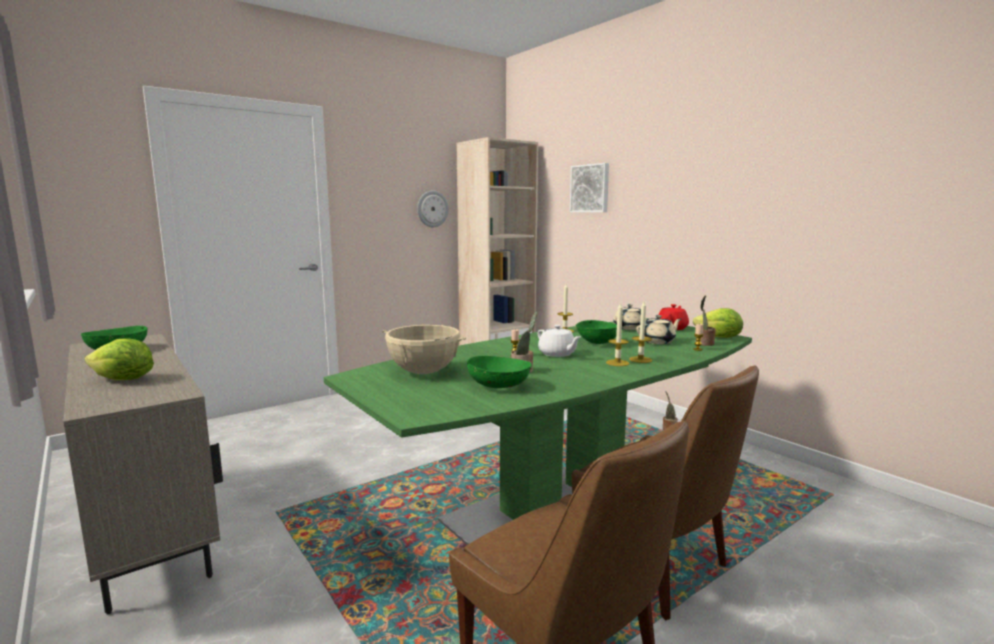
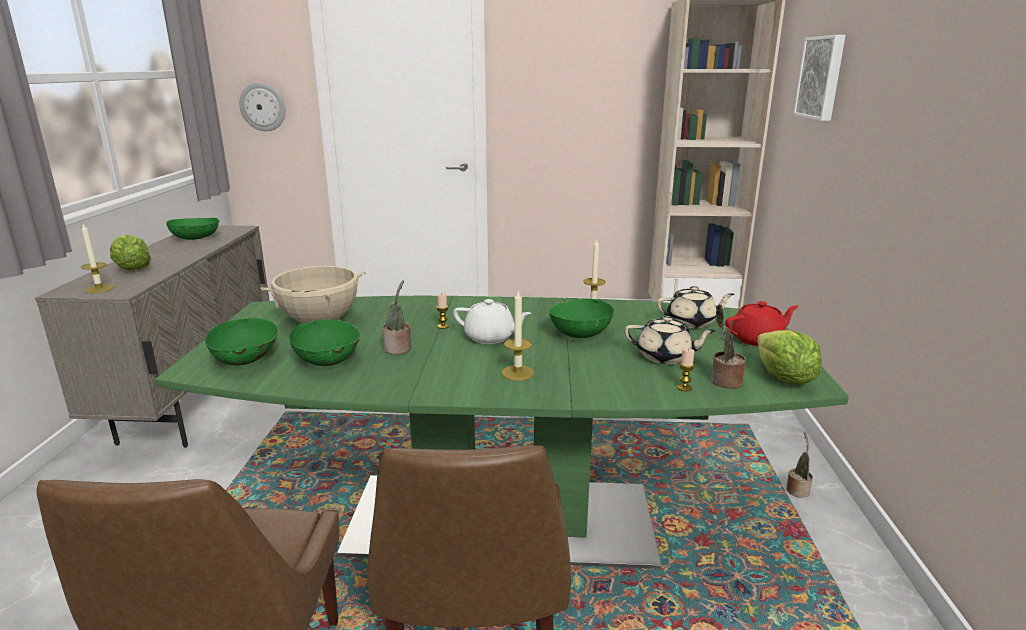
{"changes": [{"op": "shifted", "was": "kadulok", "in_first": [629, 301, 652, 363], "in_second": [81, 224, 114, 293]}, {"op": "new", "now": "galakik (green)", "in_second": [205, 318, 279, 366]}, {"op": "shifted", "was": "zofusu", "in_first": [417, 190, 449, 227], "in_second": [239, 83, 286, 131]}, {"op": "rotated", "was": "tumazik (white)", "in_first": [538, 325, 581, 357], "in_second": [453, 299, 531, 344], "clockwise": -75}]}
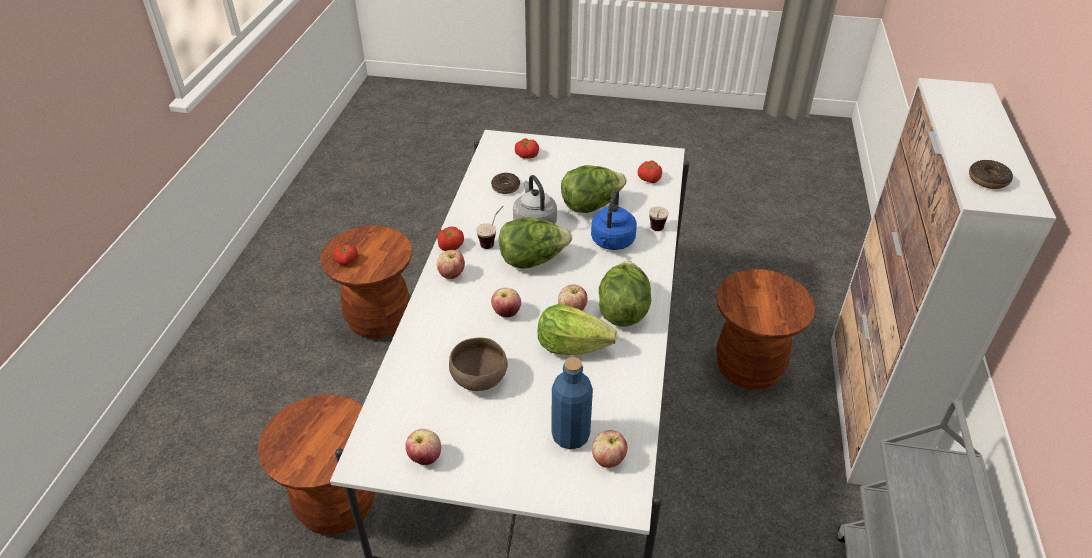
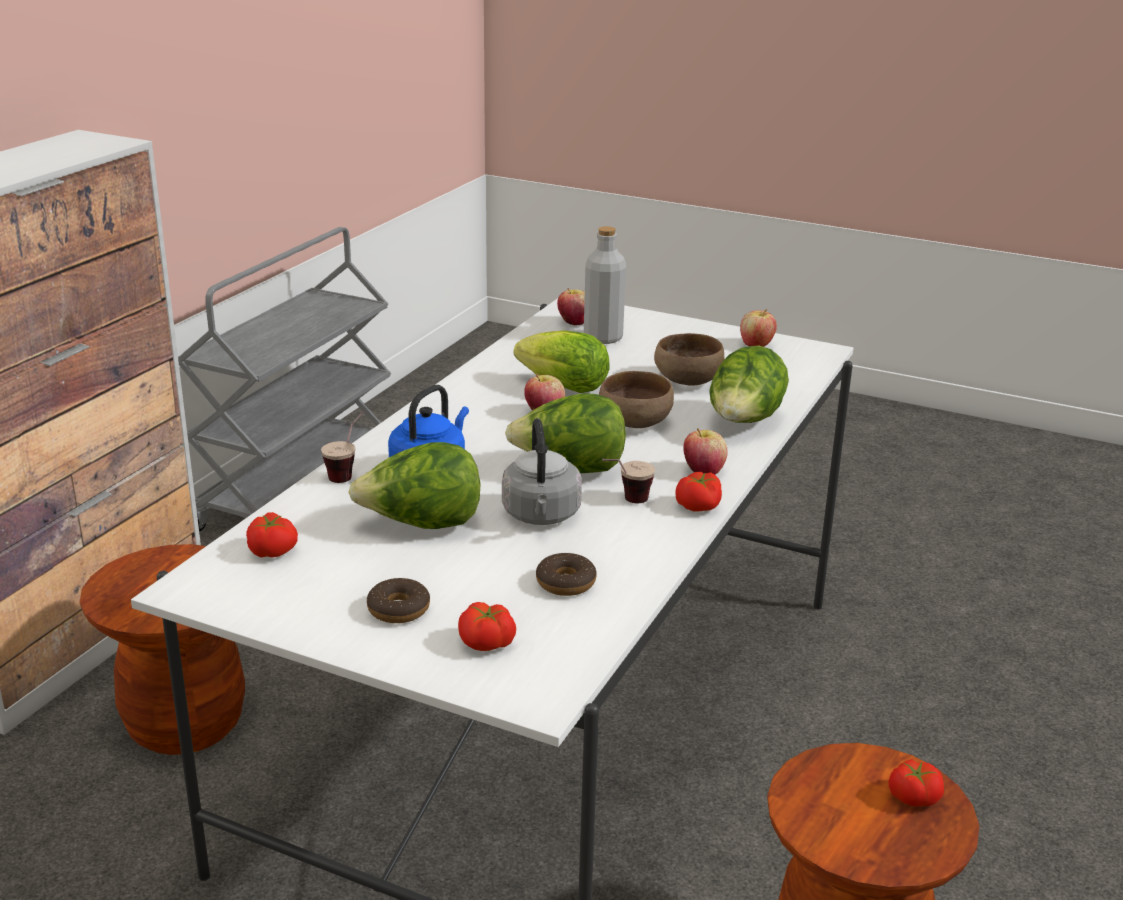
{"changes": [{"op": "shifted", "was": "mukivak", "in_first": [969, 160, 1013, 189], "in_second": [367, 578, 430, 623]}, {"op": "repainted", "was": "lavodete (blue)", "now": "lavodete (grey)", "in_first": [551, 357, 593, 449], "in_second": [584, 226, 626, 344]}, {"op": "swapped", "was": "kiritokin", "now": "galakik (brown)", "in_first": [491, 288, 521, 317], "in_second": [599, 371, 674, 428]}, {"op": "shifted", "was": "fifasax", "in_first": [599, 261, 651, 327], "in_second": [709, 346, 789, 423]}, {"op": "gone", "was": "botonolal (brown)", "in_first": [258, 395, 375, 535]}]}
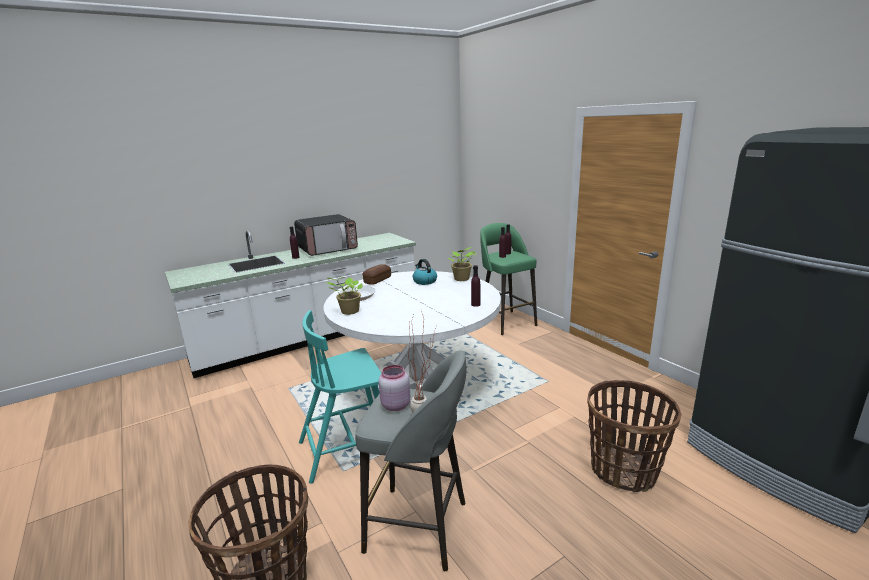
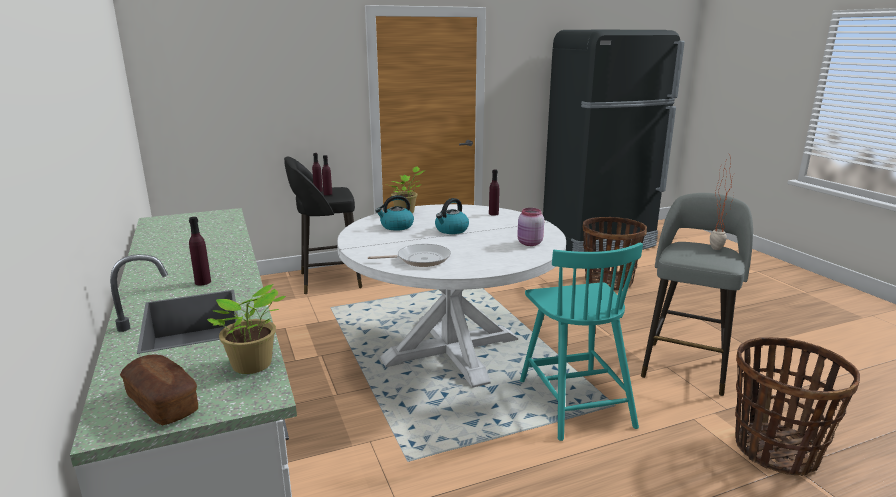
{"changes": [{"op": "shifted", "was": "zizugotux", "in_first": [362, 264, 391, 285], "in_second": [120, 355, 198, 425]}, {"op": "shifted", "was": "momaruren", "in_first": [326, 277, 363, 315], "in_second": [207, 284, 286, 374]}, {"op": "repainted", "was": "botonolal (green)", "now": "botonolal (black)", "in_first": [480, 223, 537, 335], "in_second": [284, 156, 362, 294]}, {"op": "new", "now": "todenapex", "in_second": [435, 198, 469, 234]}, {"op": "shifted", "was": "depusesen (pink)", "in_first": [379, 365, 410, 411], "in_second": [517, 208, 544, 246]}, {"op": "gone", "was": "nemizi", "in_first": [294, 214, 358, 256]}]}
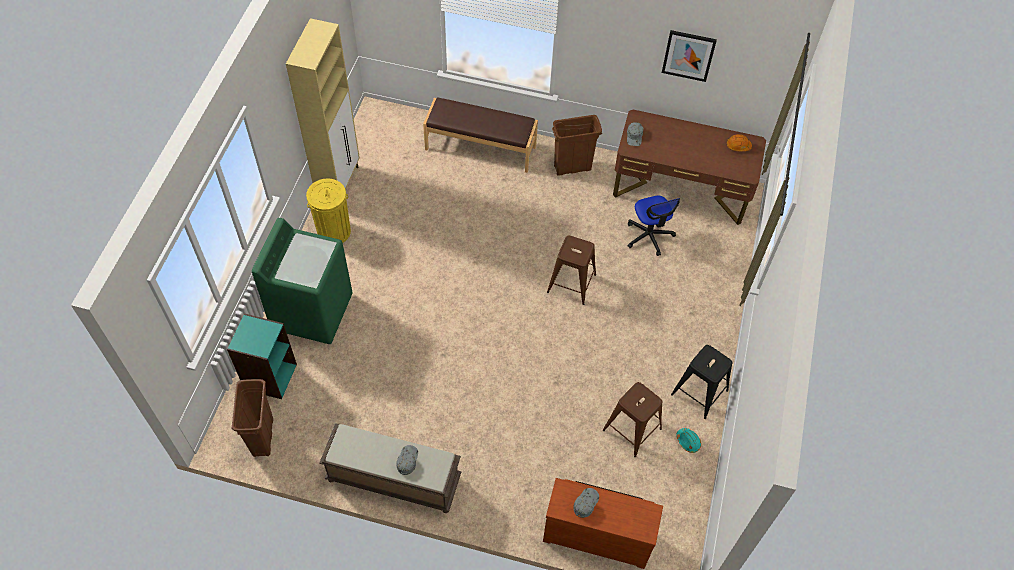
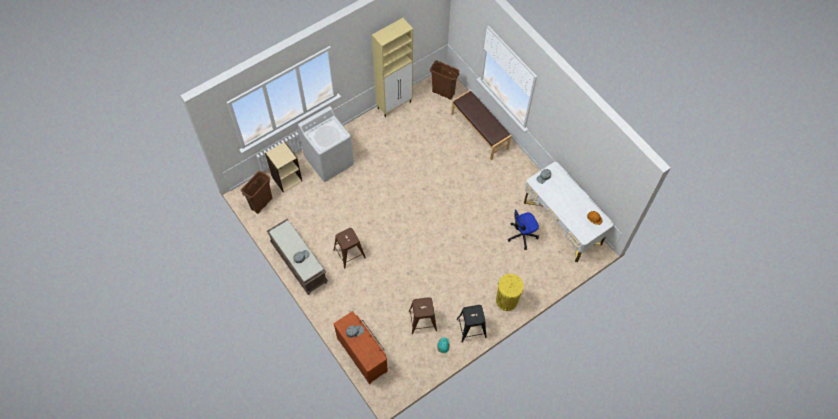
{"changes": [{"op": "repainted", "was": "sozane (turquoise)", "now": "sozane (beige)", "in_first": [227, 314, 297, 399], "in_second": [265, 142, 302, 192]}, {"op": "repainted", "was": "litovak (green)", "now": "litovak (white)", "in_first": [252, 218, 352, 344], "in_second": [298, 106, 354, 182]}, {"op": "shifted", "was": "botonolal (brown)", "in_first": [547, 236, 596, 305], "in_second": [334, 228, 366, 269]}, {"op": "shifted", "was": "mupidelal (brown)", "in_first": [552, 115, 602, 176], "in_second": [430, 60, 460, 100]}, {"op": "shifted", "was": "mupidelal (yellow)", "in_first": [306, 179, 351, 243], "in_second": [496, 274, 524, 311]}, {"op": "rotated", "was": "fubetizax", "in_first": [627, 196, 680, 256], "in_second": [508, 210, 539, 250], "clockwise": 45}, {"op": "repainted", "was": "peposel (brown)", "now": "peposel (white)", "in_first": [613, 109, 766, 225], "in_second": [524, 162, 614, 262]}, {"op": "gone", "was": "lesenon", "in_first": [662, 30, 717, 82]}]}
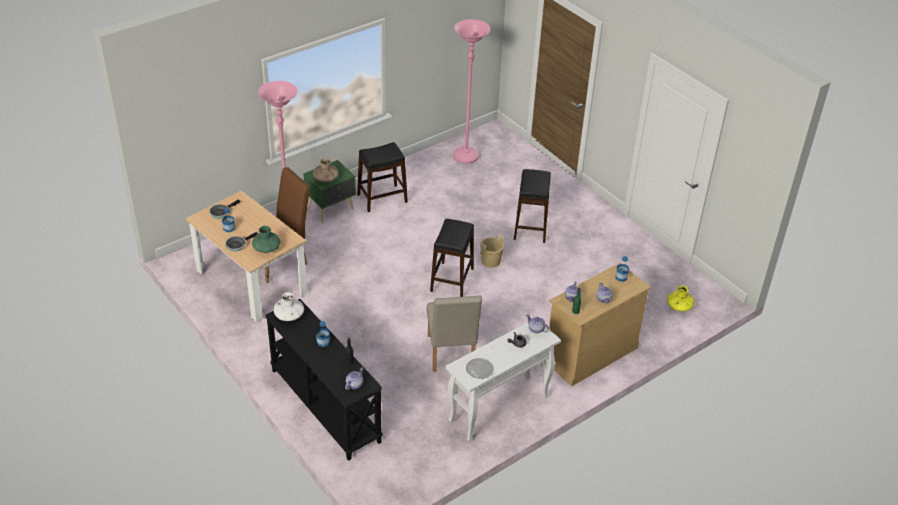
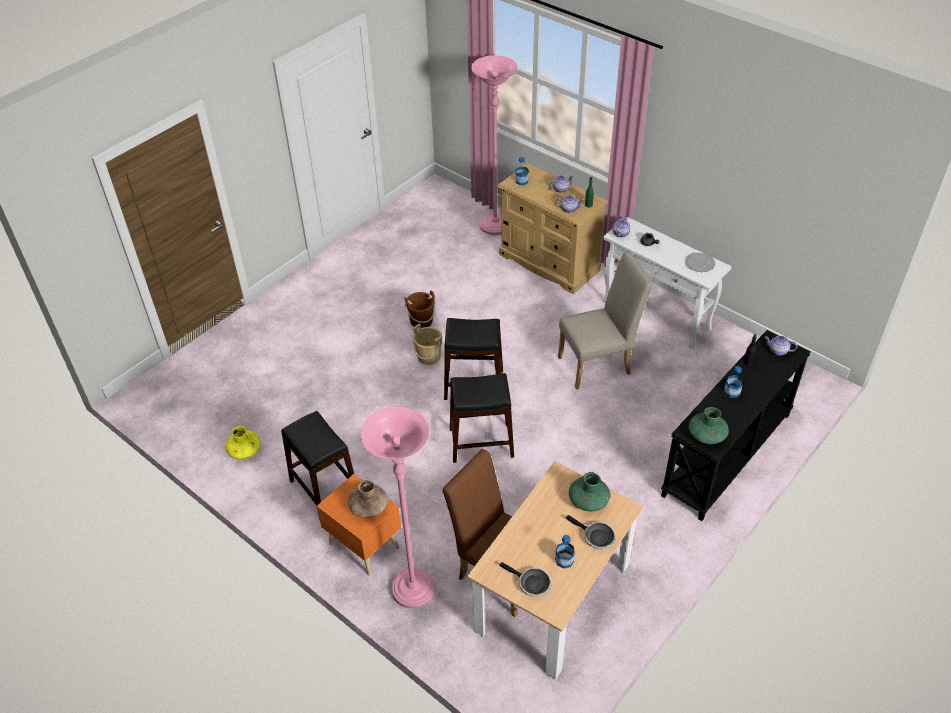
{"changes": [{"op": "shifted", "was": "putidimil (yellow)", "in_first": [667, 286, 694, 311], "in_second": [225, 426, 261, 459]}, {"op": "repainted", "was": "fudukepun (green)", "now": "fudukepun (orange)", "in_first": [303, 160, 356, 223], "in_second": [317, 474, 401, 576]}, {"op": "new", "now": "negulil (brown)", "in_second": [405, 290, 436, 328]}, {"op": "shifted", "was": "botonolal (black)", "in_first": [514, 169, 551, 243], "in_second": [450, 373, 514, 463]}, {"op": "shifted", "was": "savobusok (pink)", "in_first": [453, 19, 490, 164], "in_second": [471, 55, 518, 235]}, {"op": "repainted", "was": "putidimil (white)", "now": "putidimil (green)", "in_first": [274, 292, 304, 321], "in_second": [688, 407, 729, 444]}]}
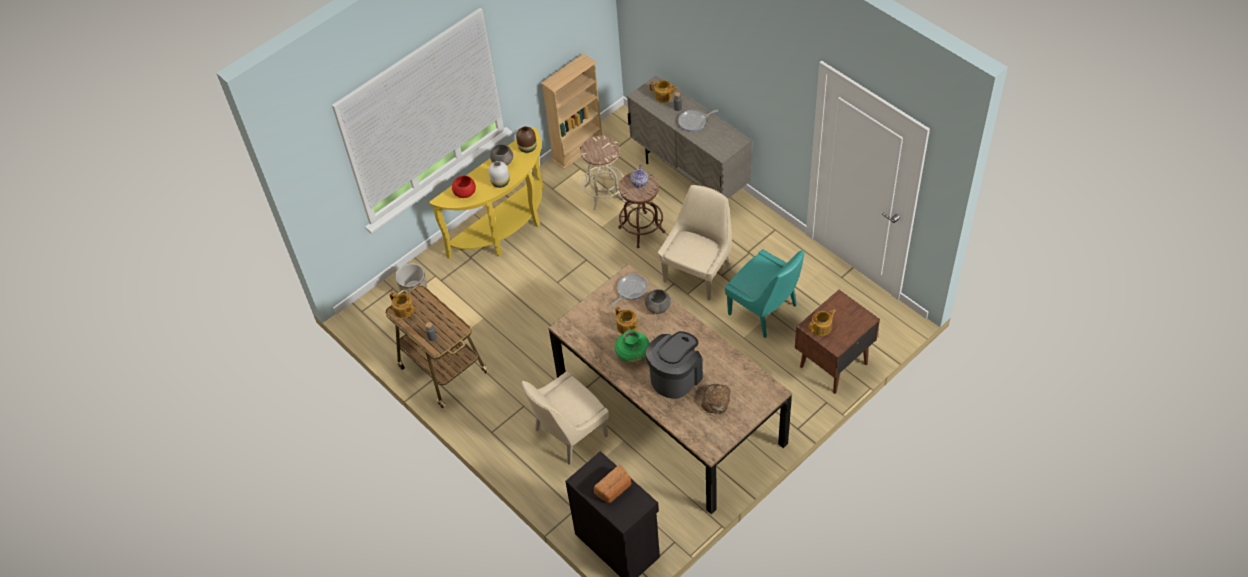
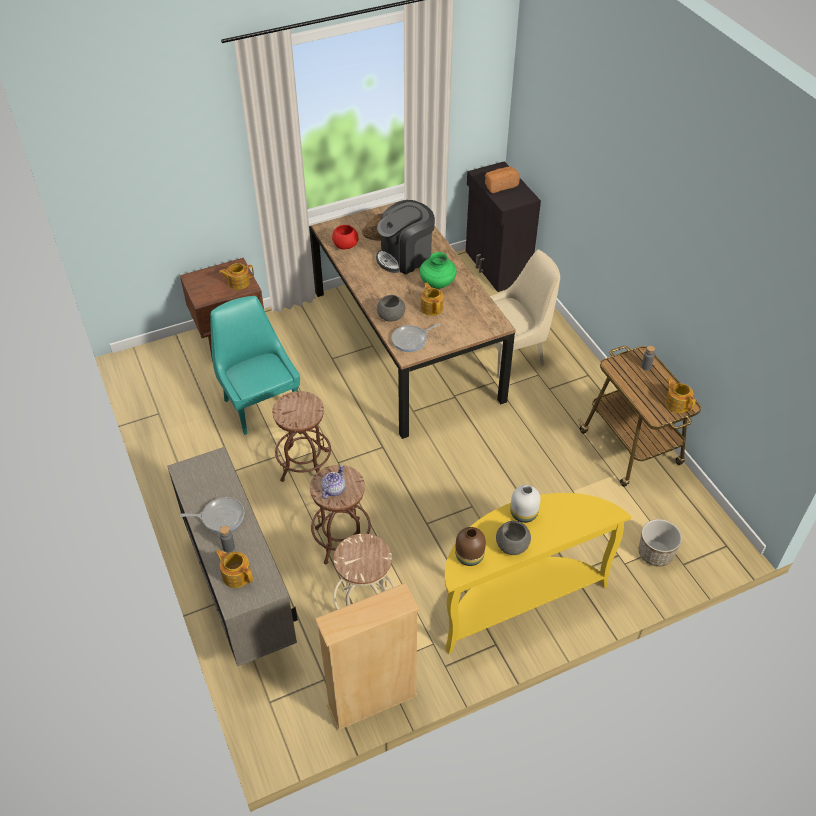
{"changes": [{"op": "swapped", "was": "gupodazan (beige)", "now": "botonolal (brown)", "in_first": [658, 185, 732, 301], "in_second": [272, 391, 331, 482]}, {"op": "shifted", "was": "galakik (red)", "in_first": [452, 176, 476, 198], "in_second": [332, 225, 359, 249]}]}
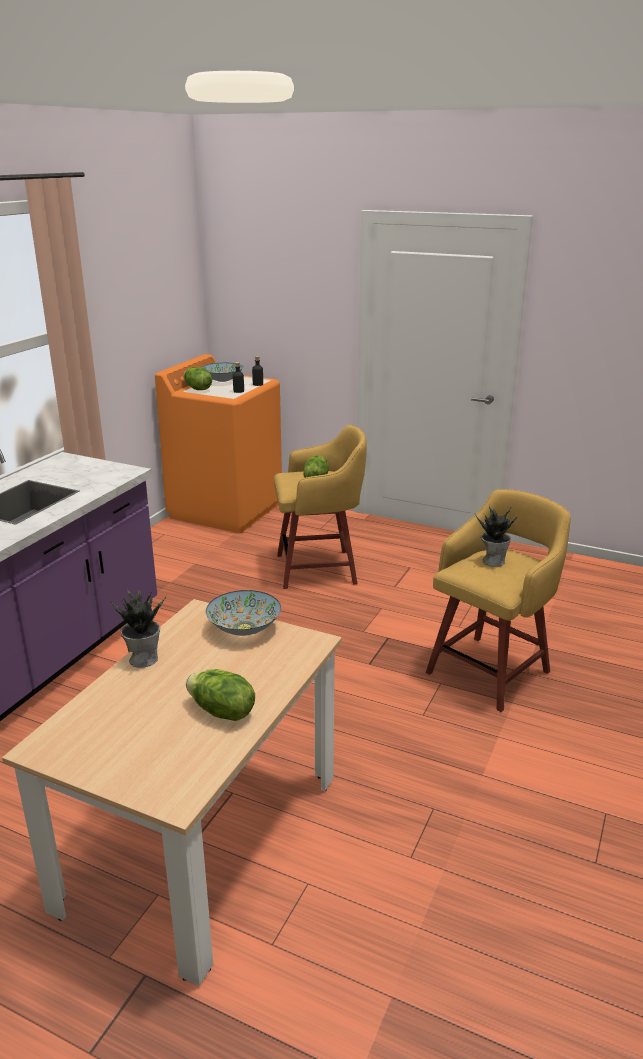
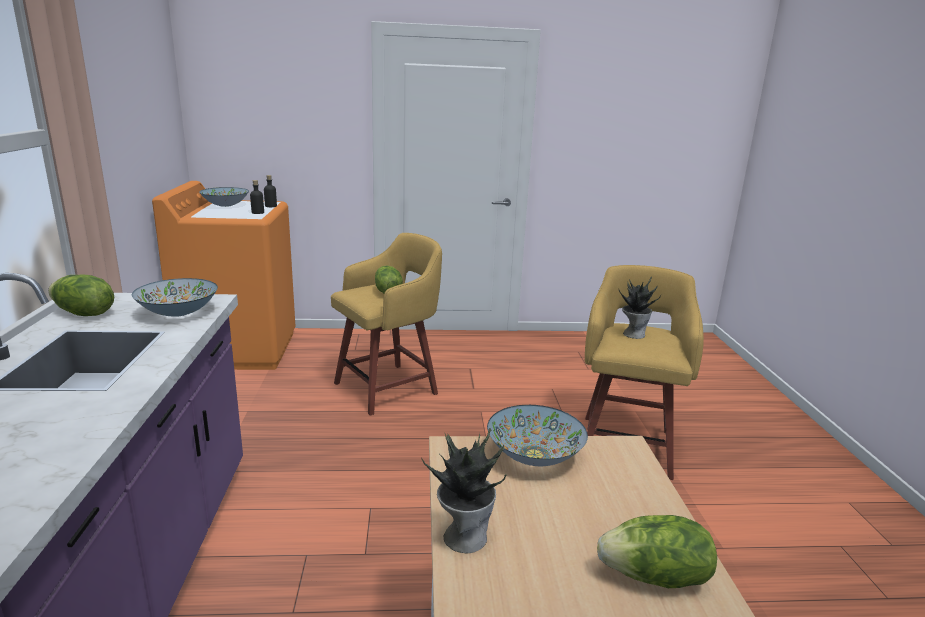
{"changes": [{"op": "shifted", "was": "fifasax", "in_first": [183, 367, 212, 390], "in_second": [48, 275, 114, 316]}, {"op": "new", "now": "galakik", "in_second": [132, 278, 218, 317]}]}
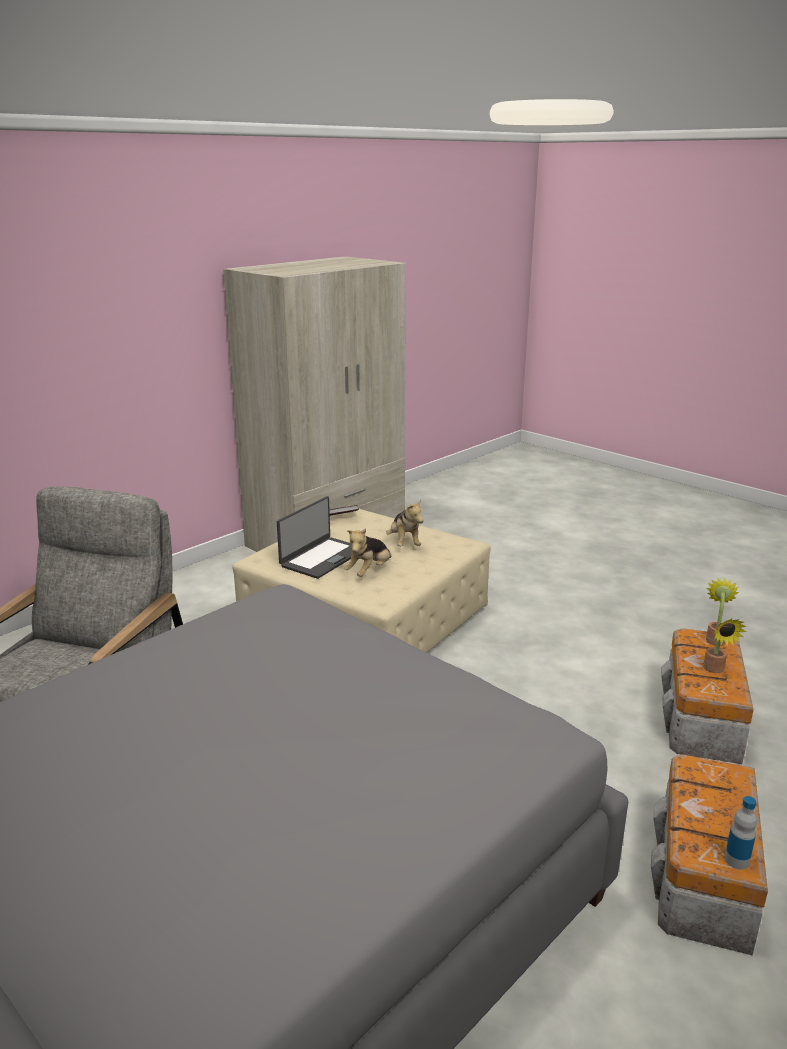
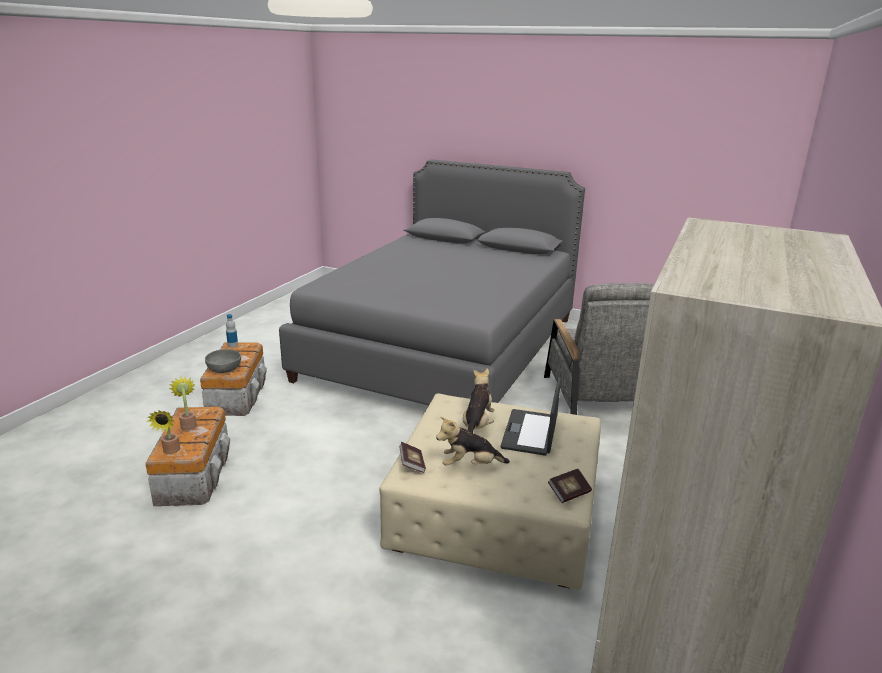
{"changes": [{"op": "new", "now": "galakik (grey)", "in_second": [205, 349, 241, 373]}, {"op": "new", "now": "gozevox", "in_second": [399, 442, 426, 473]}, {"op": "rotated", "was": "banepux", "in_first": [386, 500, 423, 546], "in_second": [436, 417, 510, 465], "clockwise": -60}]}
